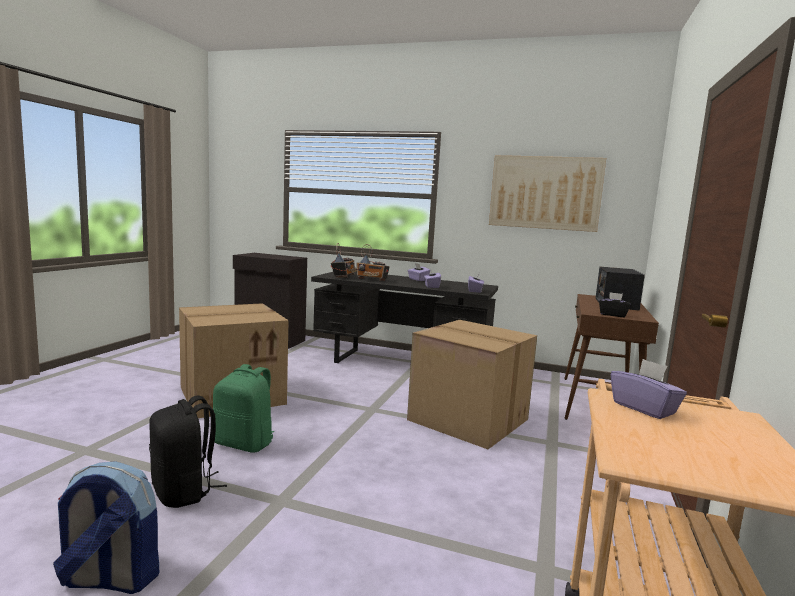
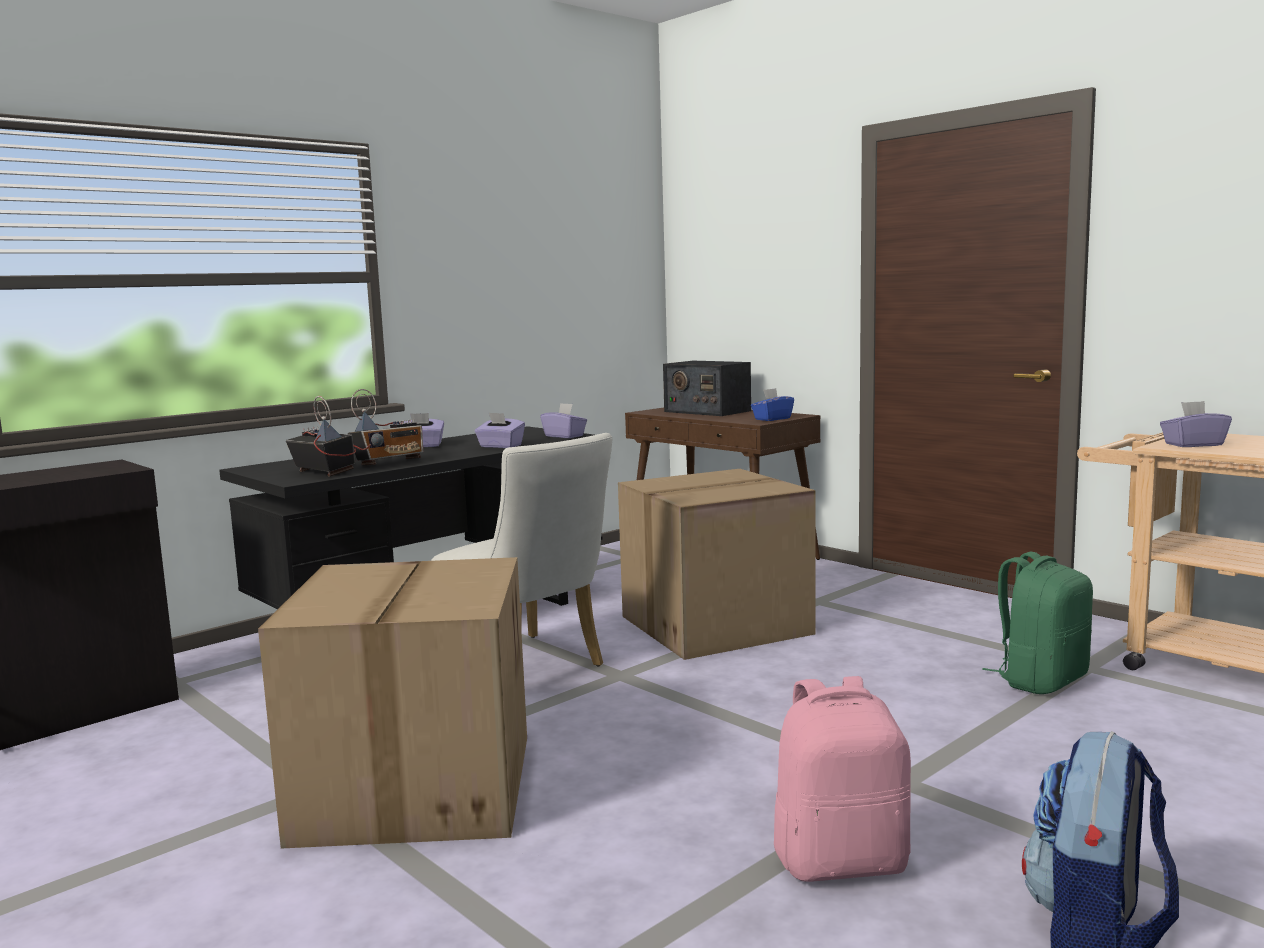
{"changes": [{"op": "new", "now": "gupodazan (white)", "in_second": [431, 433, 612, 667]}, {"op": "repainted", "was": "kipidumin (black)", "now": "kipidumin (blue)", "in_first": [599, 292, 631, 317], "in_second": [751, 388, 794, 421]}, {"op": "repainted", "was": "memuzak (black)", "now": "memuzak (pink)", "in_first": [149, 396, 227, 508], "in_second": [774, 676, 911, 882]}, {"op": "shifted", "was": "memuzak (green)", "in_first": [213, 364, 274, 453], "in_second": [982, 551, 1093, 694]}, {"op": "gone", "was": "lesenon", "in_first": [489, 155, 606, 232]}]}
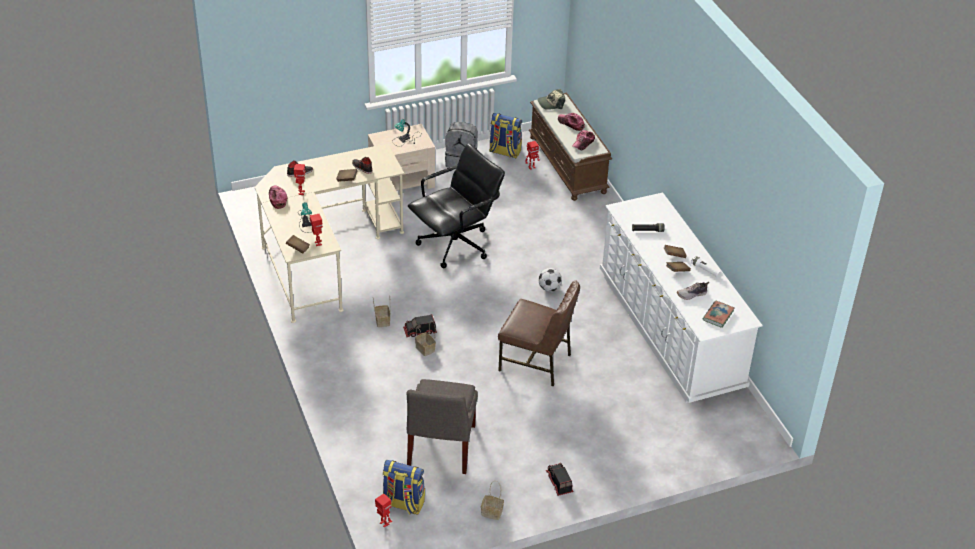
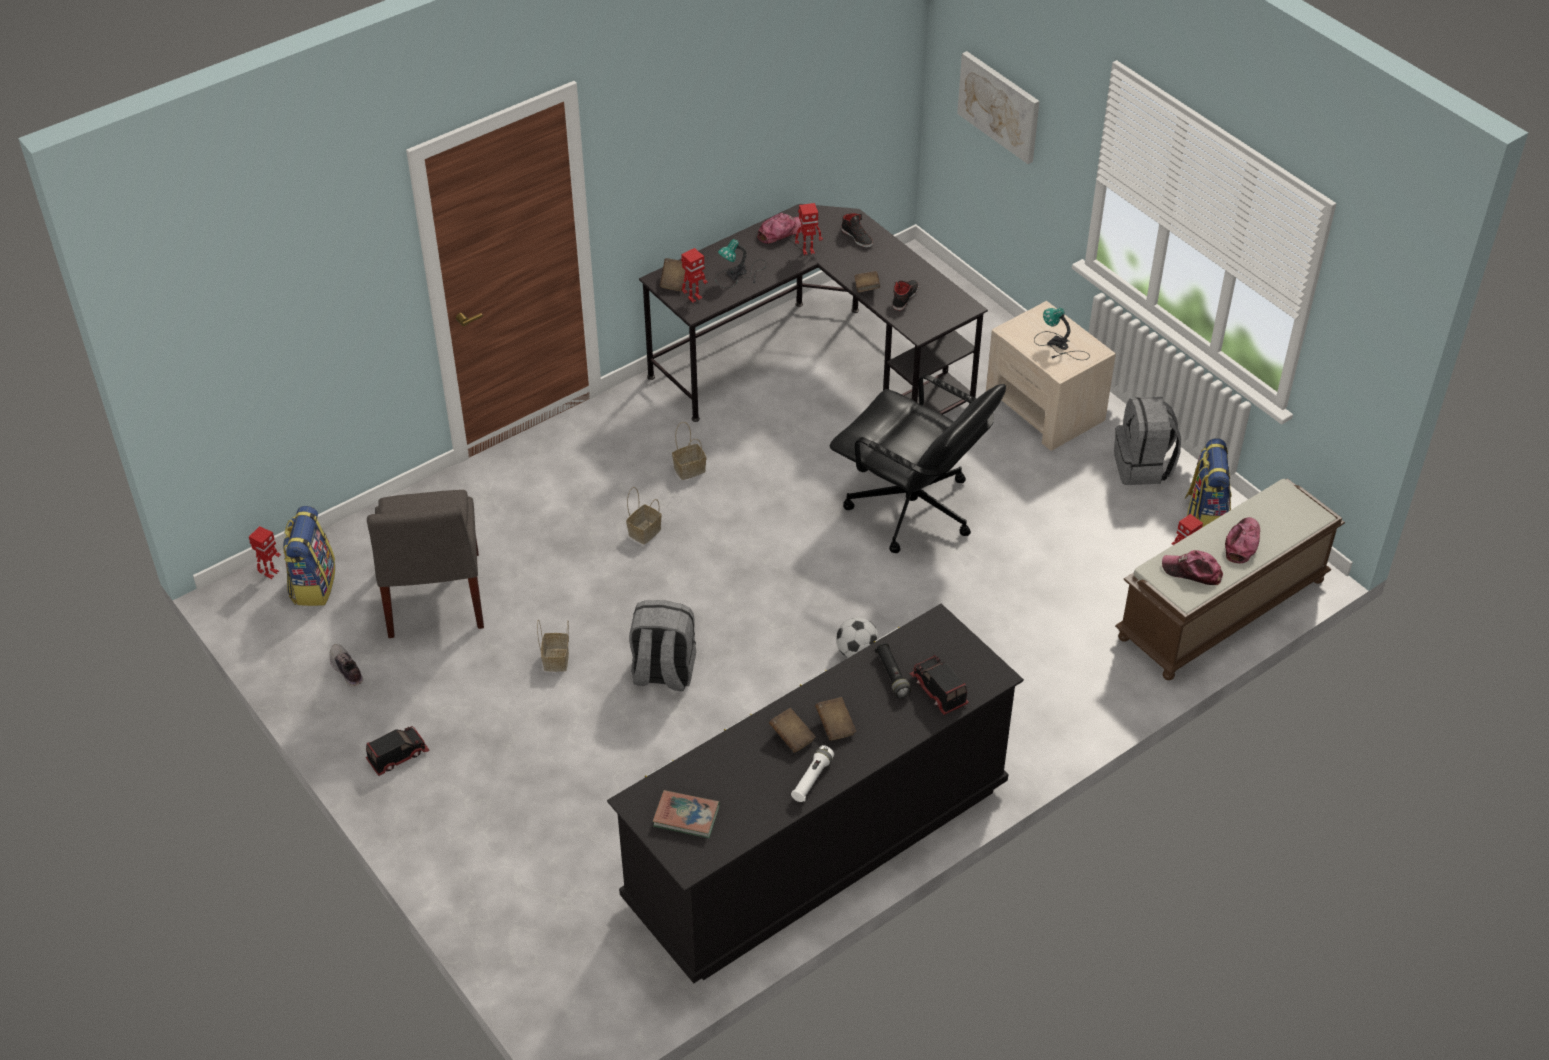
{"changes": [{"op": "shifted", "was": "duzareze", "in_first": [677, 282, 709, 300], "in_second": [330, 644, 363, 686]}, {"op": "rotated", "was": "gupodazan (grey)", "in_first": [407, 379, 478, 474], "in_second": [367, 490, 484, 638], "clockwise": -90}, {"op": "shifted", "was": "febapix", "in_first": [481, 481, 504, 520], "in_second": [537, 620, 569, 672]}, {"op": "repainted", "was": "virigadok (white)", "now": "virigadok (black)", "in_first": [600, 192, 763, 403], "in_second": [607, 604, 1024, 983]}, {"op": "swapped", "was": "gupodazan (brown)", "now": "memuzak (grey)", "in_first": [498, 280, 580, 386], "in_second": [629, 600, 696, 691]}, {"op": "repainted", "was": "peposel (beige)", "now": "peposel (black)", "in_first": [255, 144, 404, 323], "in_second": [639, 204, 988, 422]}, {"op": "shifted", "was": "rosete", "in_first": [403, 314, 437, 337], "in_second": [909, 655, 969, 715]}, {"op": "new", "now": "lesenon", "in_second": [957, 51, 1040, 164]}, {"op": "gone", "was": "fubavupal", "in_first": [538, 89, 565, 110]}]}
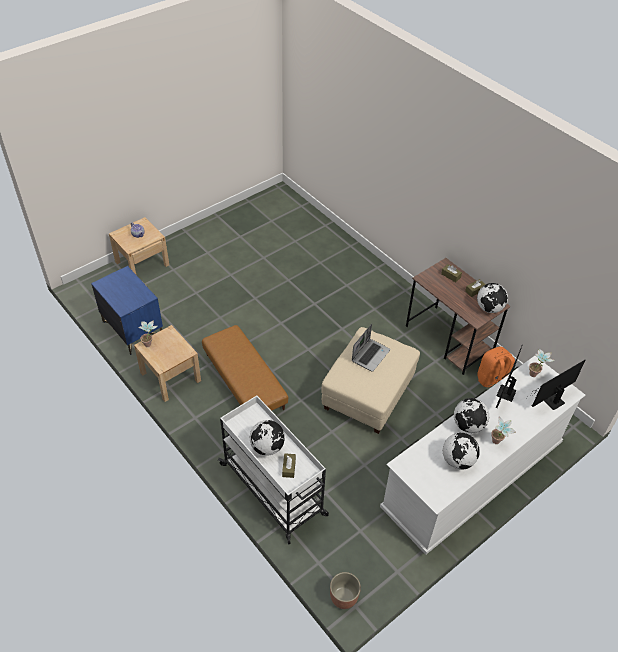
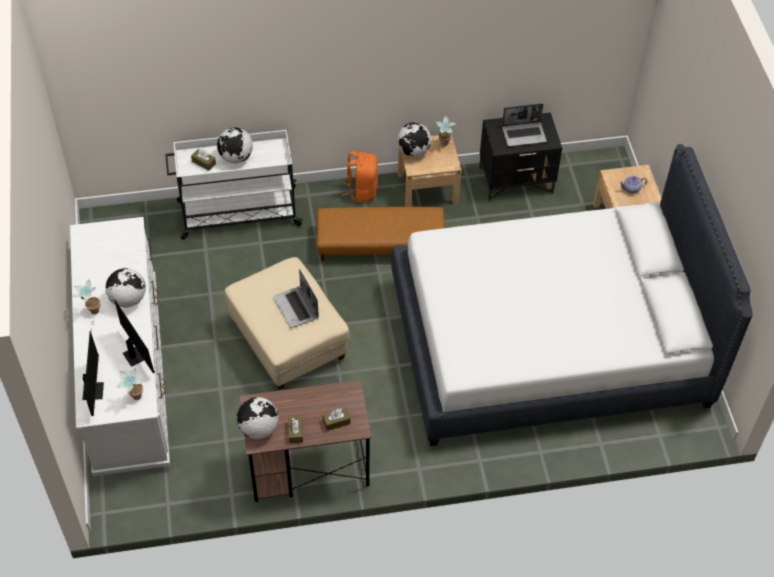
{"changes": [{"op": "shifted", "was": "memuzak (orange)", "in_first": [477, 347, 515, 387], "in_second": [342, 151, 378, 202]}, {"op": "new", "now": "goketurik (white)", "in_second": [392, 144, 753, 446]}, {"op": "shifted", "was": "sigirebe", "in_first": [443, 433, 480, 470], "in_second": [397, 122, 431, 157]}, {"op": "repainted", "was": "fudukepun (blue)", "now": "fudukepun (black)", "in_first": [91, 266, 163, 355], "in_second": [479, 113, 562, 201]}, {"op": "new", "now": "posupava", "in_second": [502, 103, 547, 146]}, {"op": "gone", "was": "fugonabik", "in_first": [330, 572, 361, 609]}]}
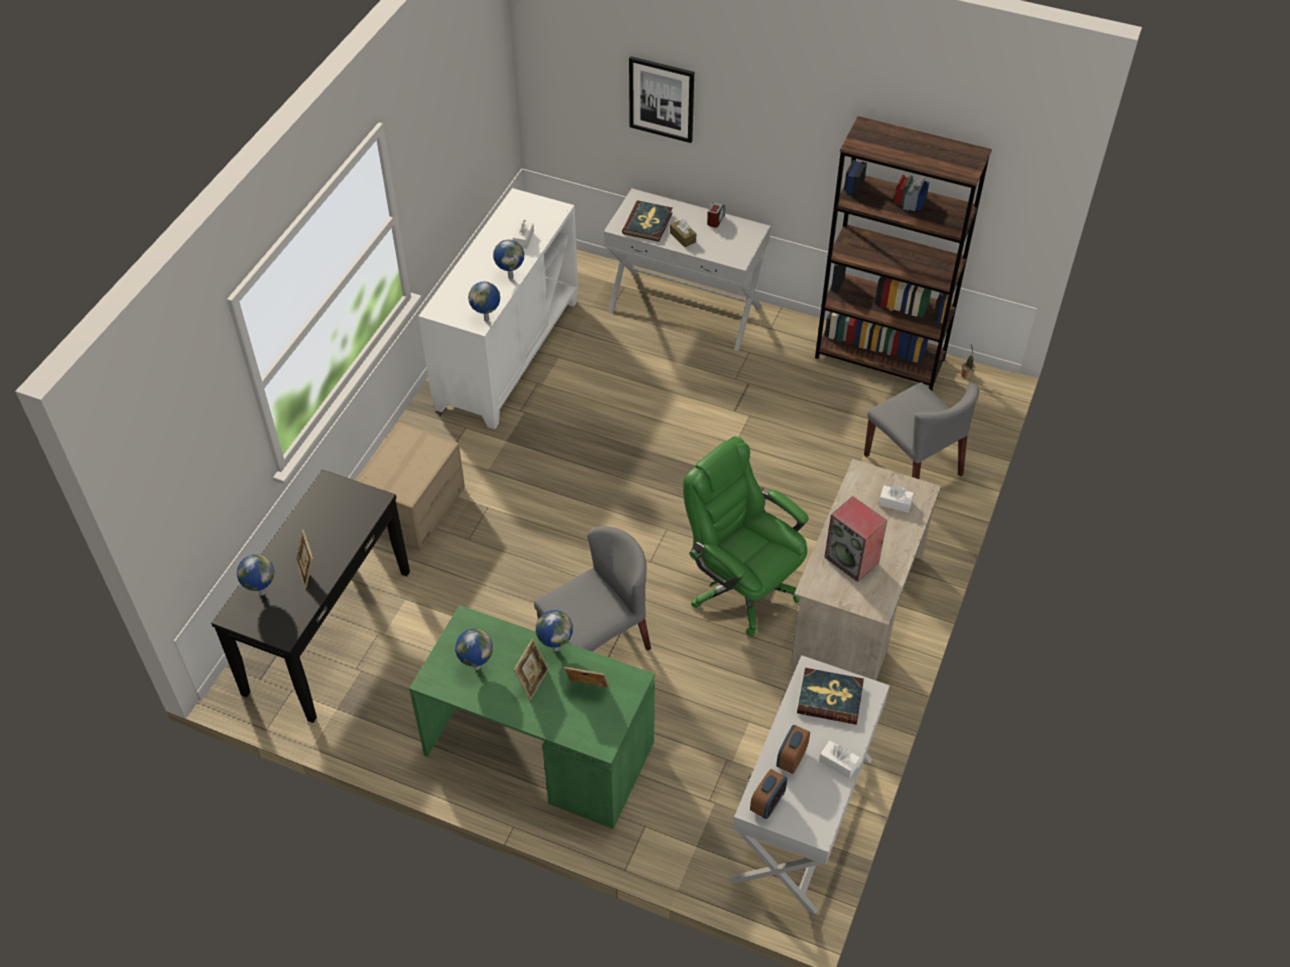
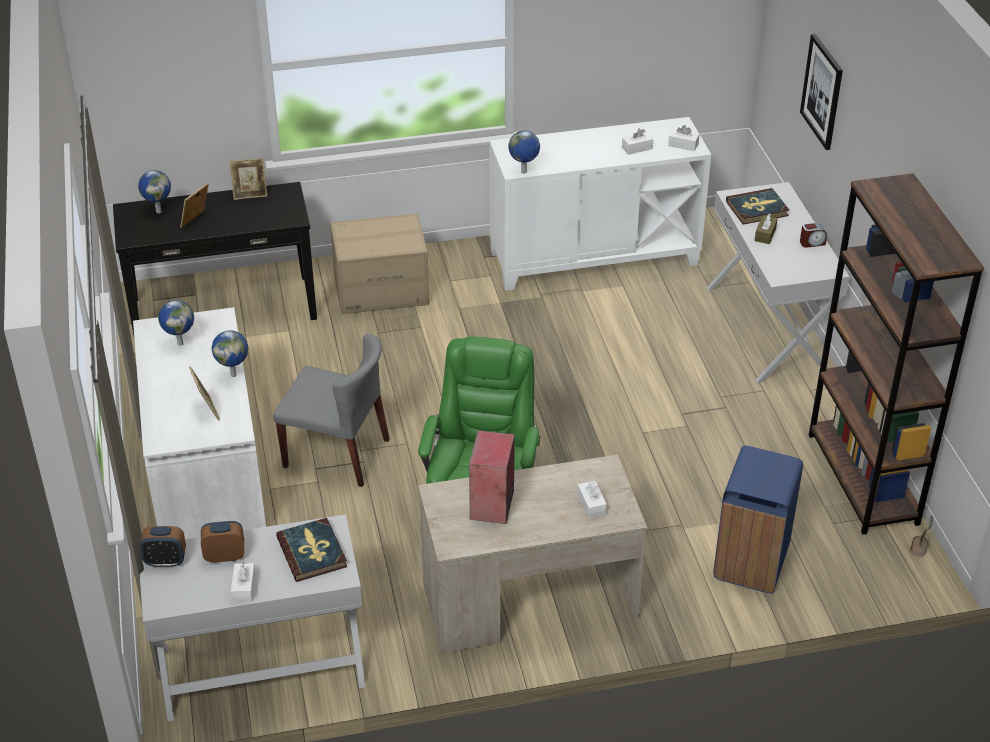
{"changes": [{"op": "repainted", "was": "peposel (green)", "now": "peposel (white)", "in_first": [409, 605, 655, 829], "in_second": [133, 307, 266, 539]}, {"op": "shifted", "was": "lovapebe", "in_first": [514, 639, 549, 700], "in_second": [229, 158, 267, 200]}, {"op": "new", "now": "kipidumin (white)", "in_second": [668, 125, 699, 151]}, {"op": "swapped", "was": "gupodazan (grey)", "now": "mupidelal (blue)", "in_first": [864, 382, 979, 479], "in_second": [713, 446, 803, 593]}, {"op": "gone", "was": "sigirebe", "in_first": [493, 240, 524, 279]}]}
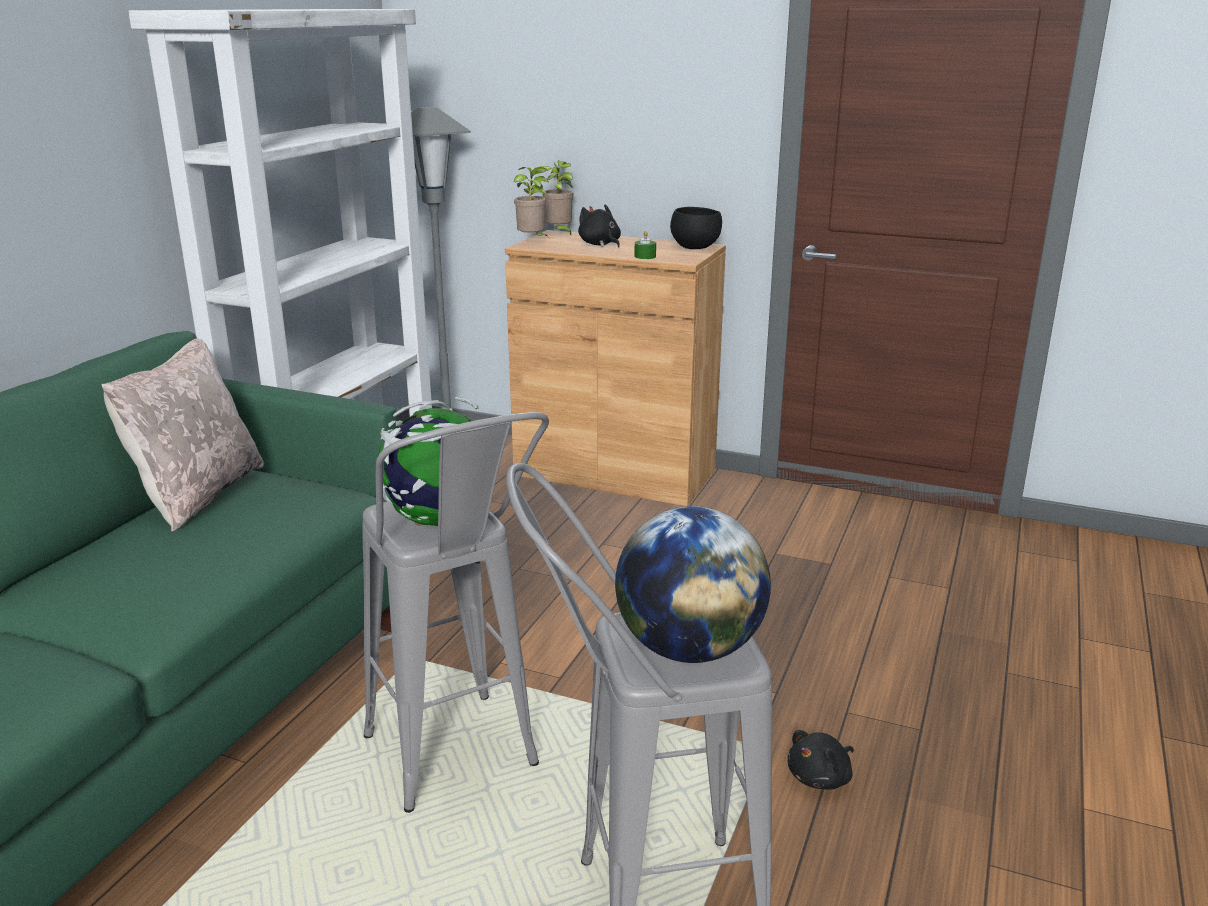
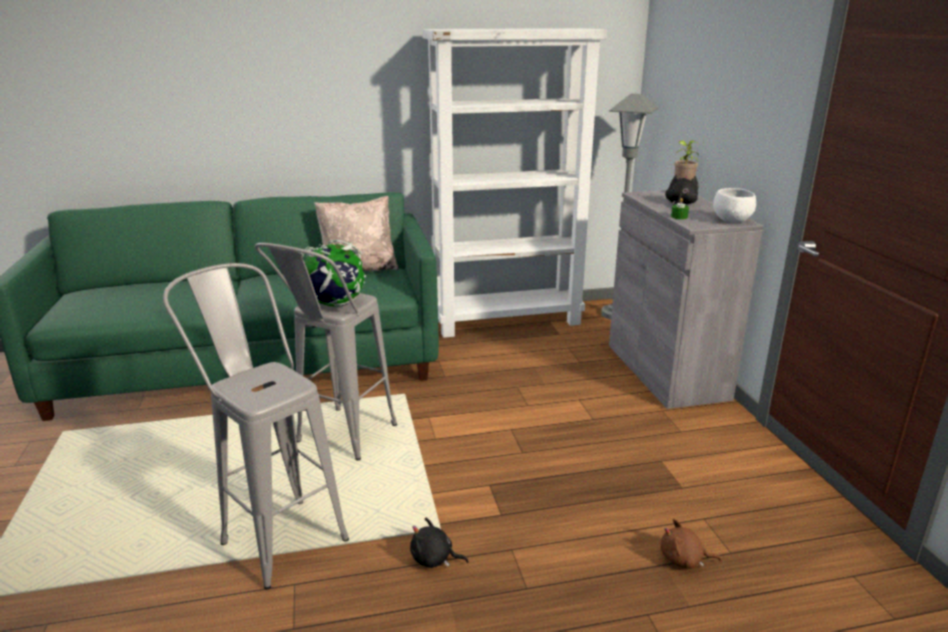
{"changes": [{"op": "repainted", "was": "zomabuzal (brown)", "now": "zomabuzal (grey)", "in_first": [505, 230, 726, 506], "in_second": [609, 190, 763, 409]}, {"op": "new", "now": "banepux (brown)", "in_second": [661, 519, 721, 569]}, {"op": "repainted", "was": "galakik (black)", "now": "galakik (white)", "in_first": [670, 207, 722, 249], "in_second": [713, 188, 756, 223]}, {"op": "gone", "was": "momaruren", "in_first": [514, 166, 552, 237]}, {"op": "gone", "was": "sigirebe", "in_first": [615, 506, 771, 663]}]}
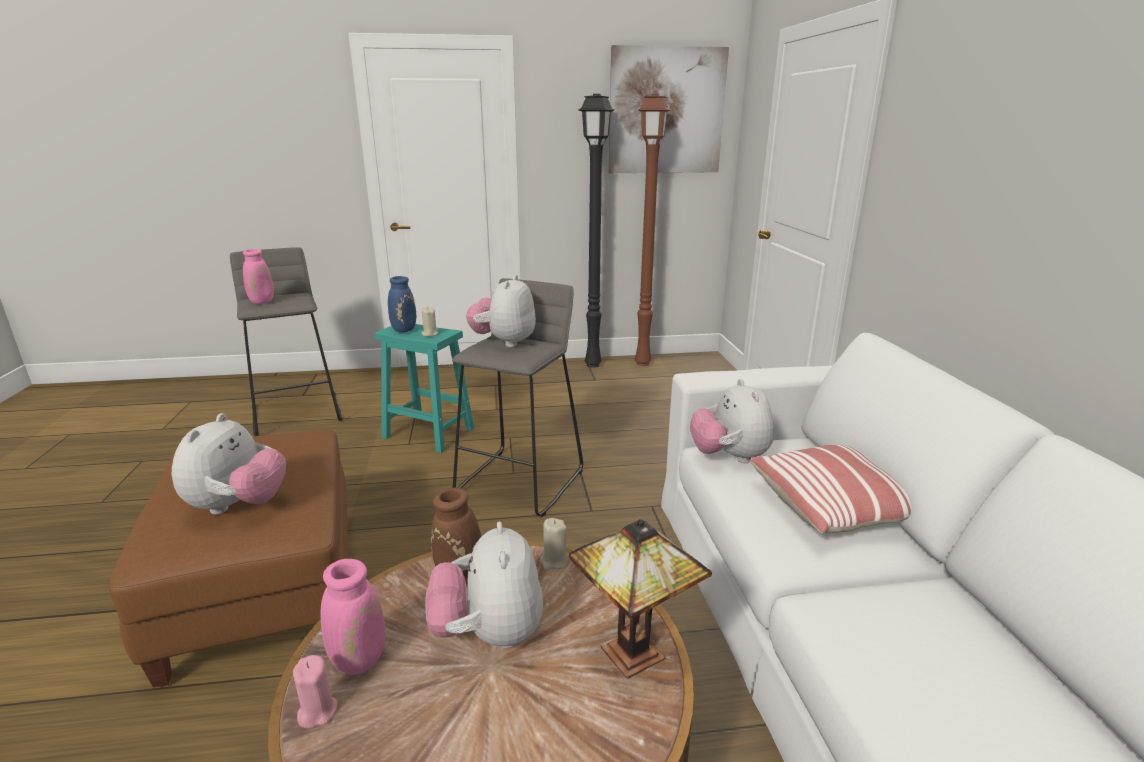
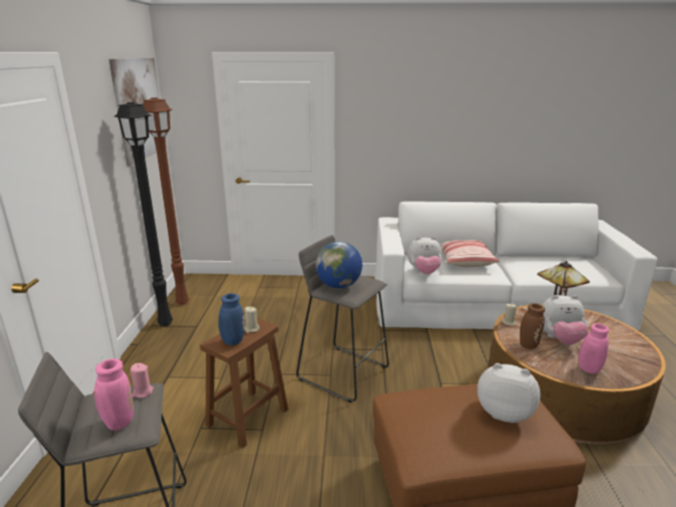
{"changes": [{"op": "shifted", "was": "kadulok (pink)", "in_first": [293, 655, 338, 728], "in_second": [130, 363, 154, 398]}, {"op": "repainted", "was": "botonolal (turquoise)", "now": "botonolal (brown)", "in_first": [375, 324, 474, 453], "in_second": [200, 318, 288, 448]}, {"op": "swapped", "was": "banepux", "now": "sigirebe", "in_first": [466, 275, 536, 347], "in_second": [316, 242, 362, 288]}]}
